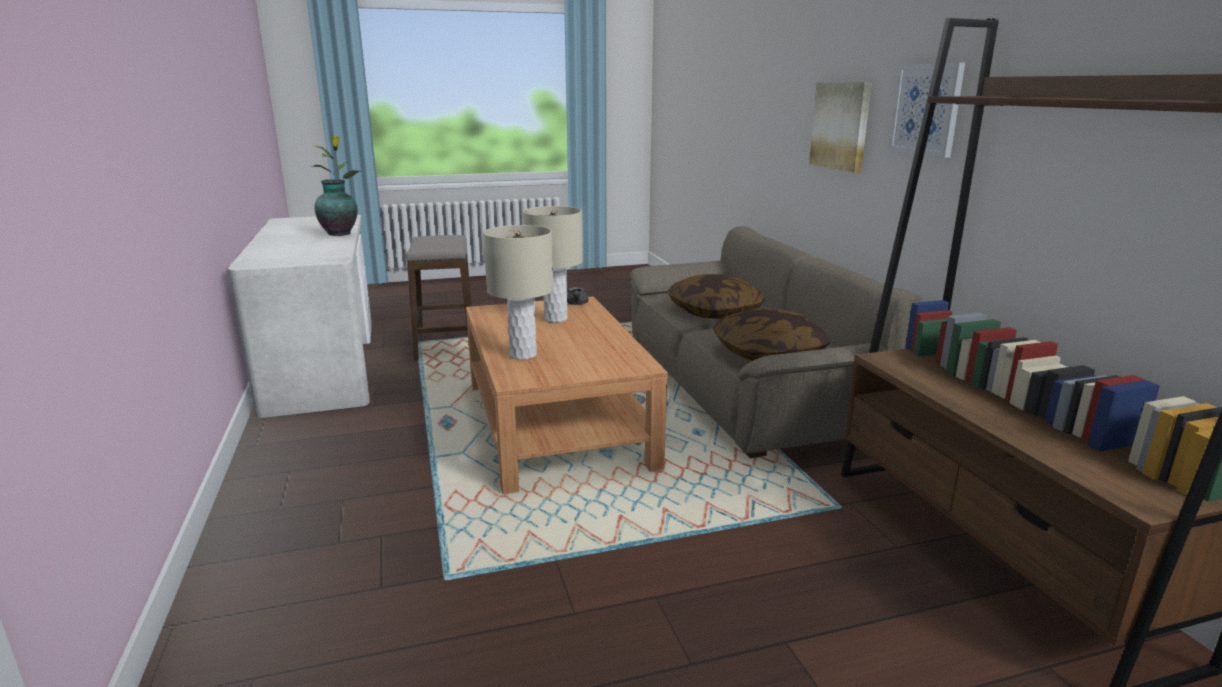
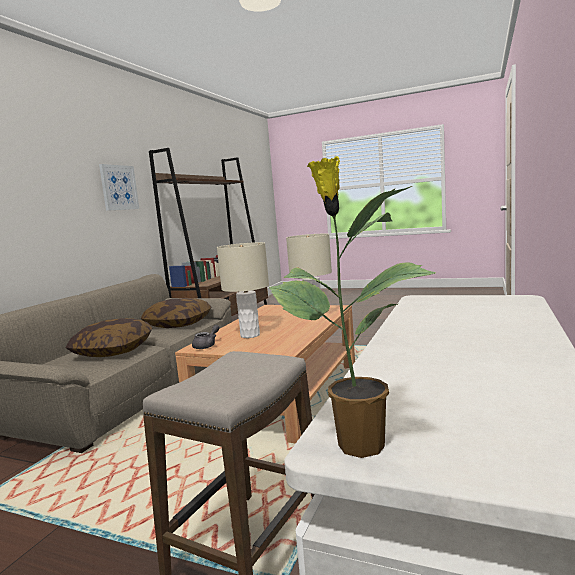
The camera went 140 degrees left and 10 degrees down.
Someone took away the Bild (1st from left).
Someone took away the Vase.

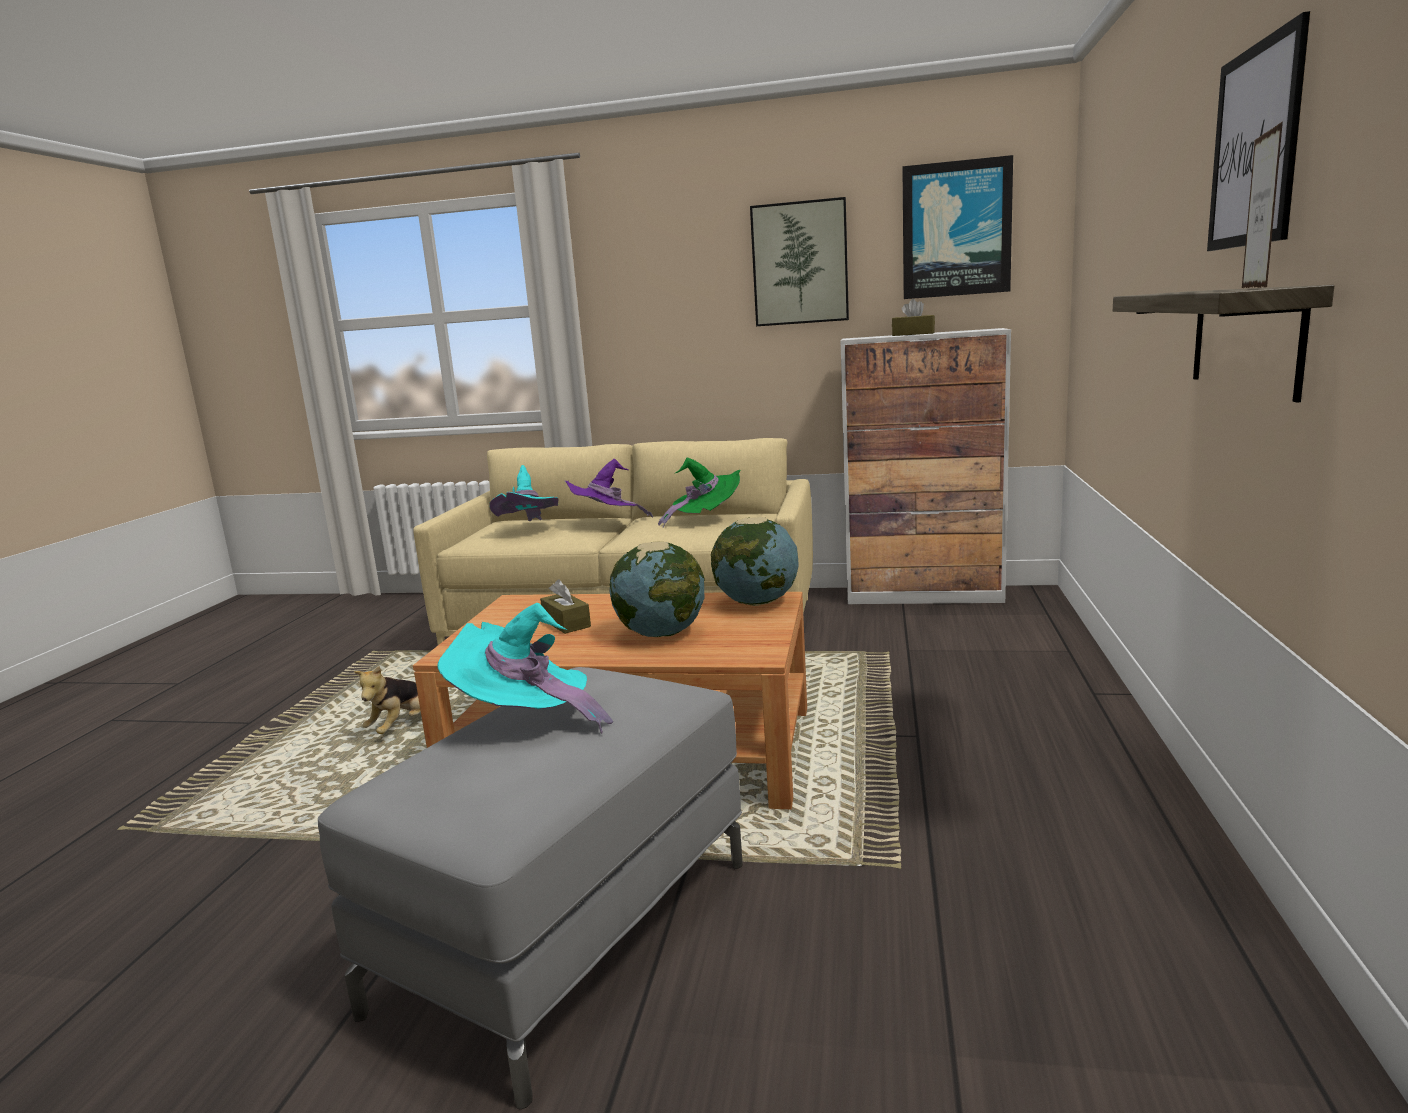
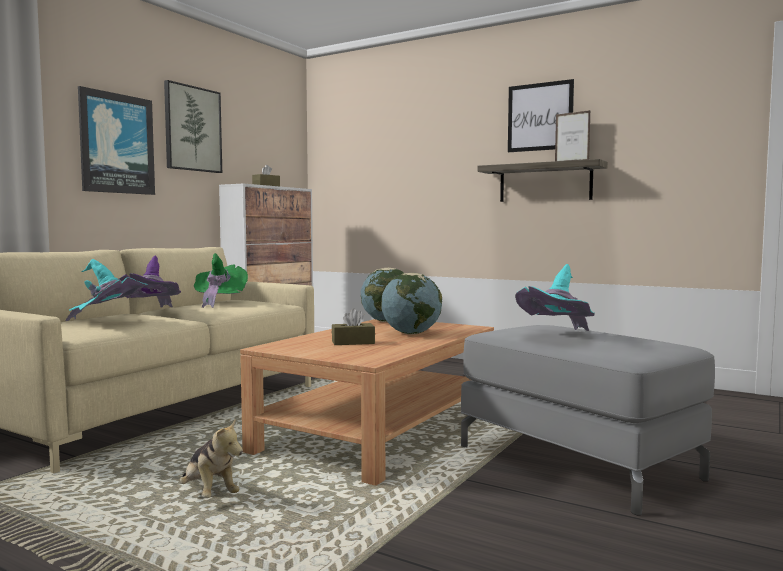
The camera went 70 degrees left and 10 degrees down.
Someone carried the Bild (2nd from left in the first image).

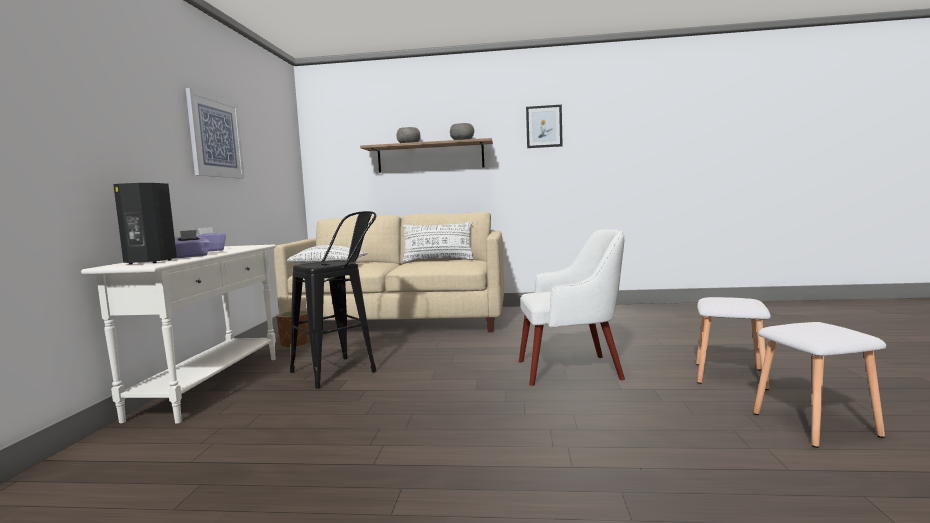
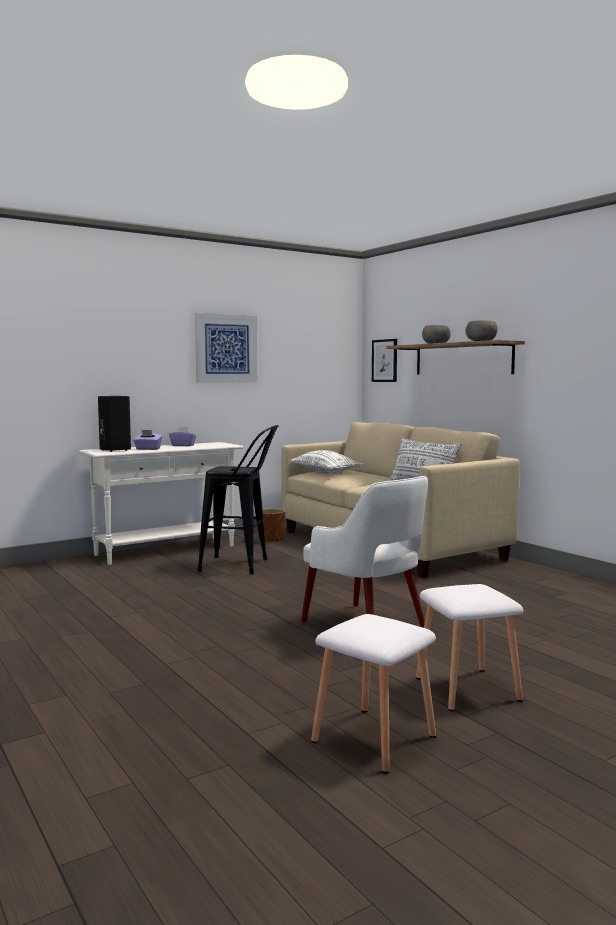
The camera went 50 degrees right and 0 degrees up.
Someone carried the Bild (2nd from left).

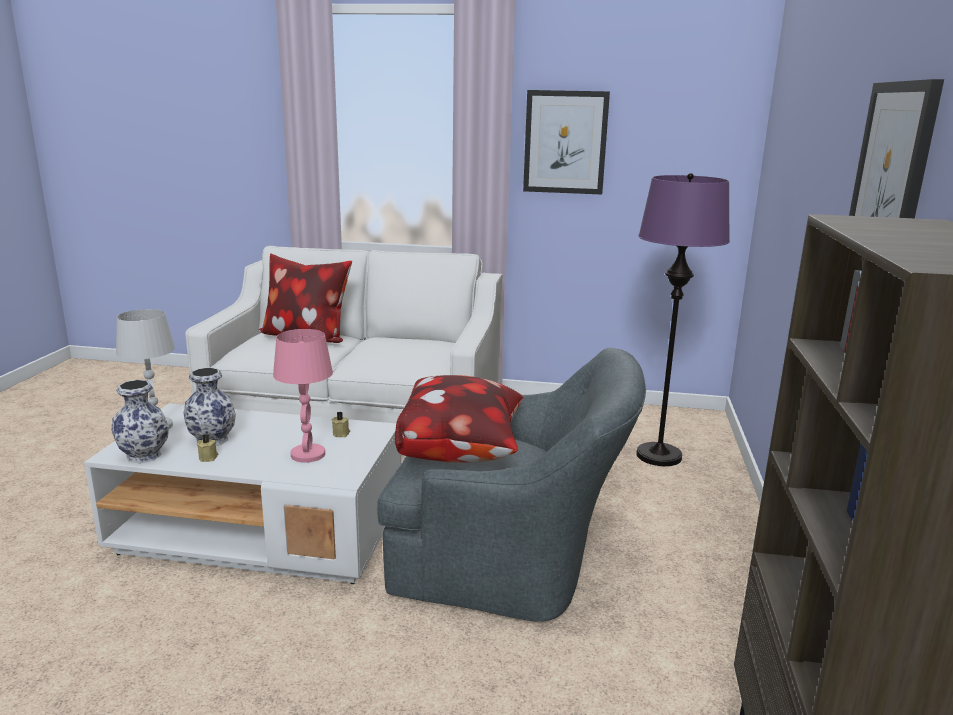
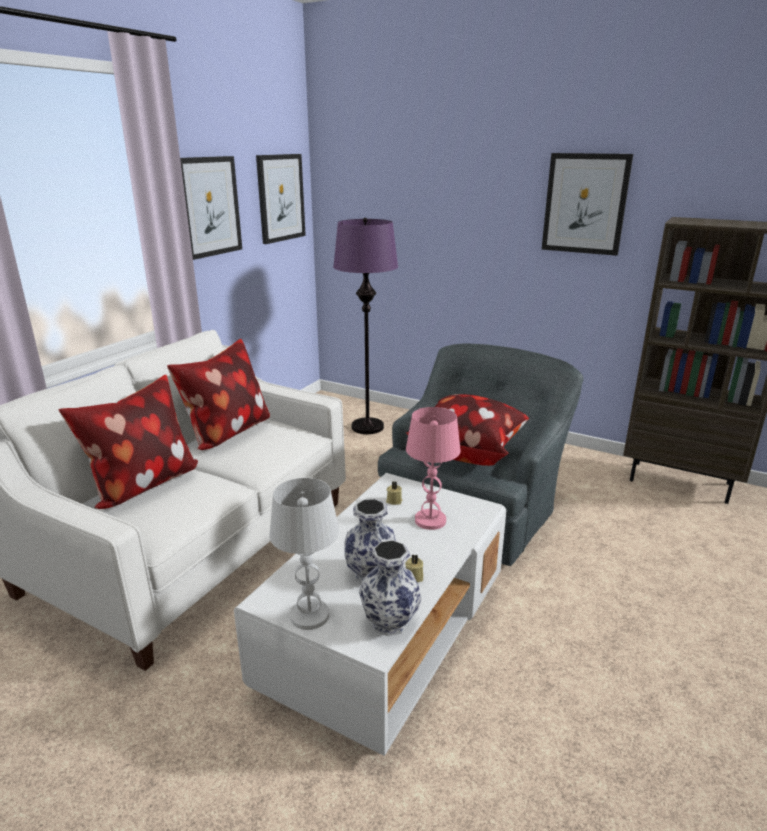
The camera went 70 degrees left and 5 degrees up.
Someone put up the Bild (2nd from left).
Someone put down the Kissen (2nd from left).

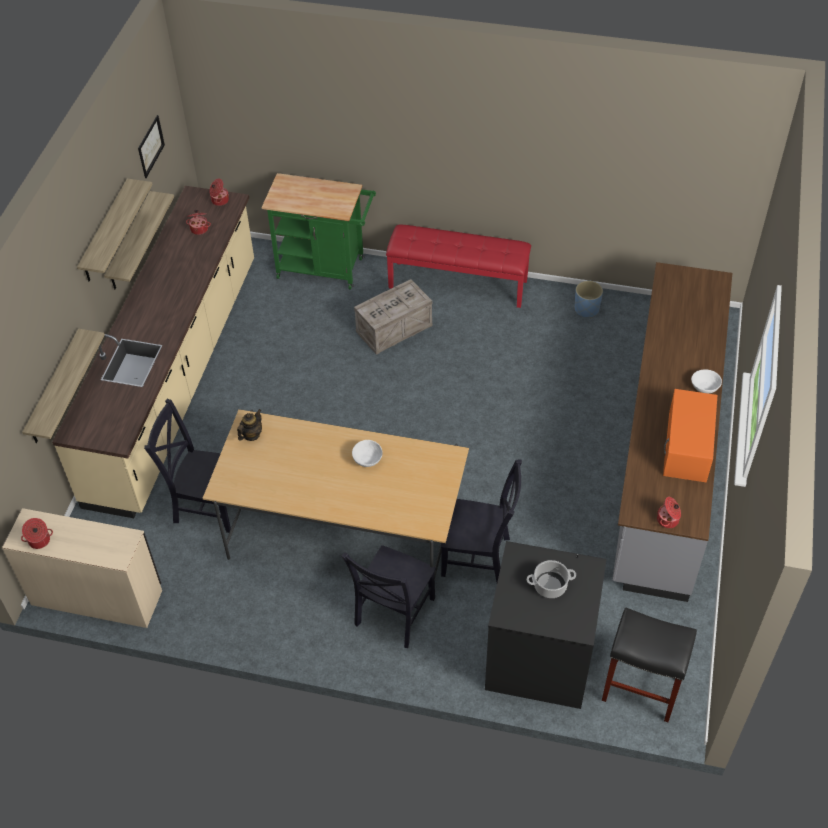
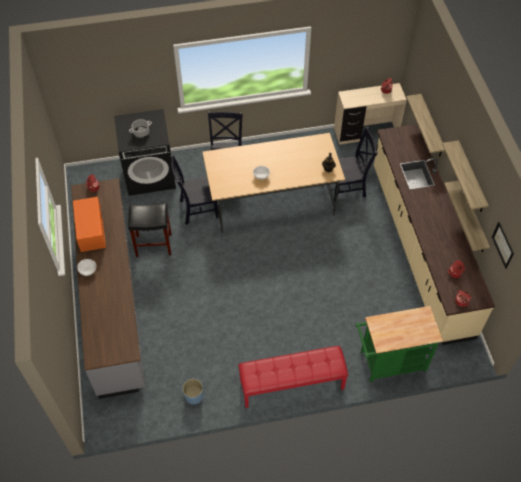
The camera went 155 degrees right and 5 degrees up.
Someone took away the Kiste.
Someone carried the Hocker [schwarz].

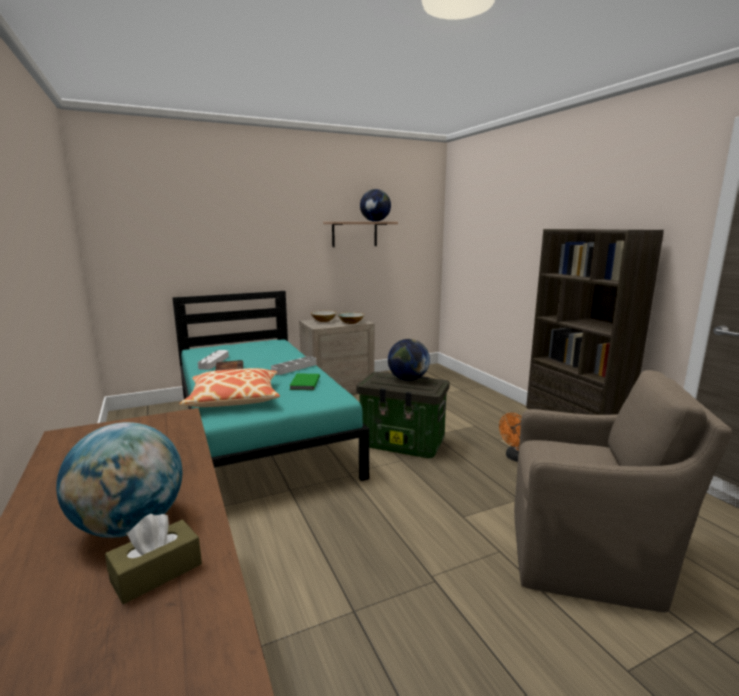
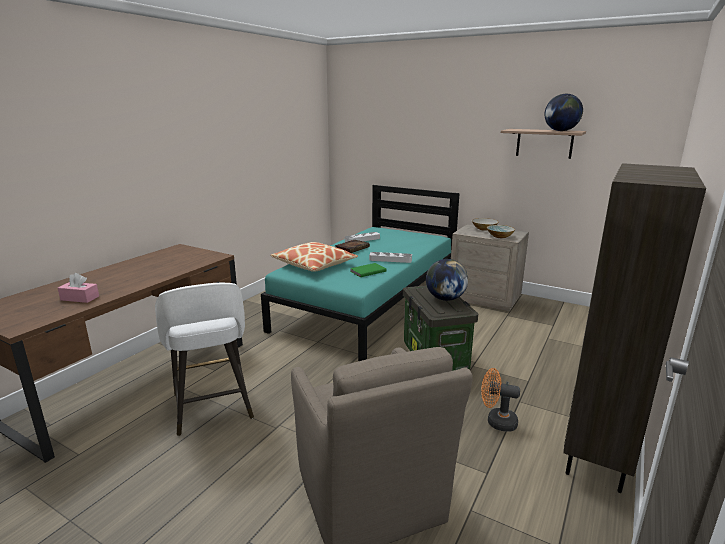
The camera went 55 degrees right and 5 degrees up.
Someone took away the Globus (1st from left).
Someone repainted the Taschentuchbox [braun], which became the Taschentuchbox [rosa].
Someone put down the Hocker [weiß].

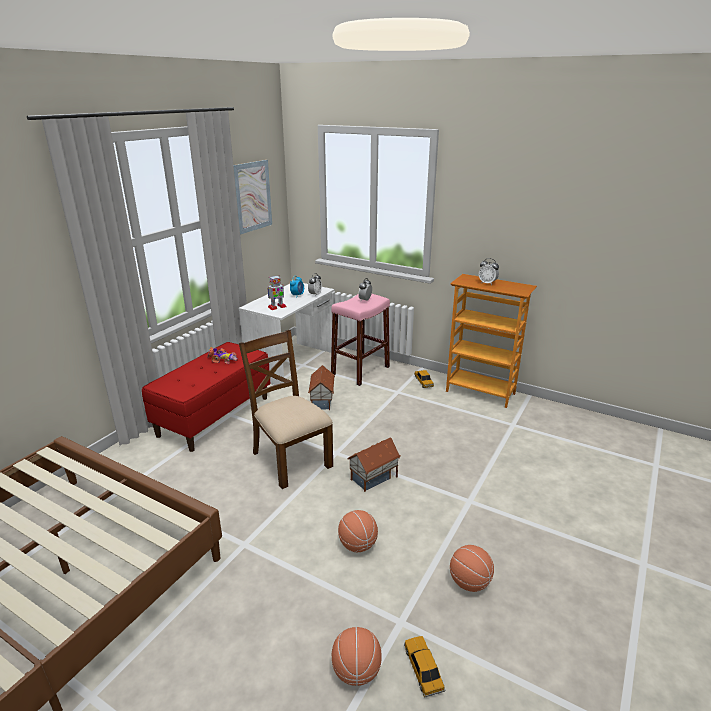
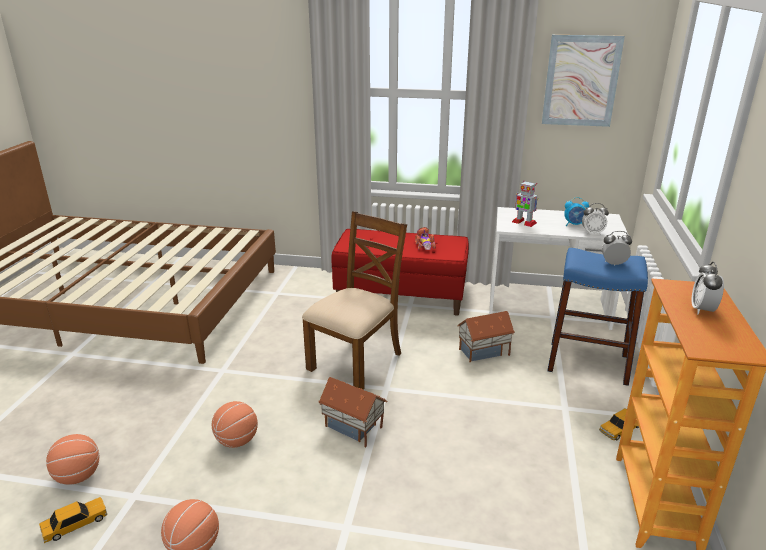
The camera went 70 degrees right and 0 degrees up.
Someone repainted the Hocker [rosa], which became the Hocker [blau].

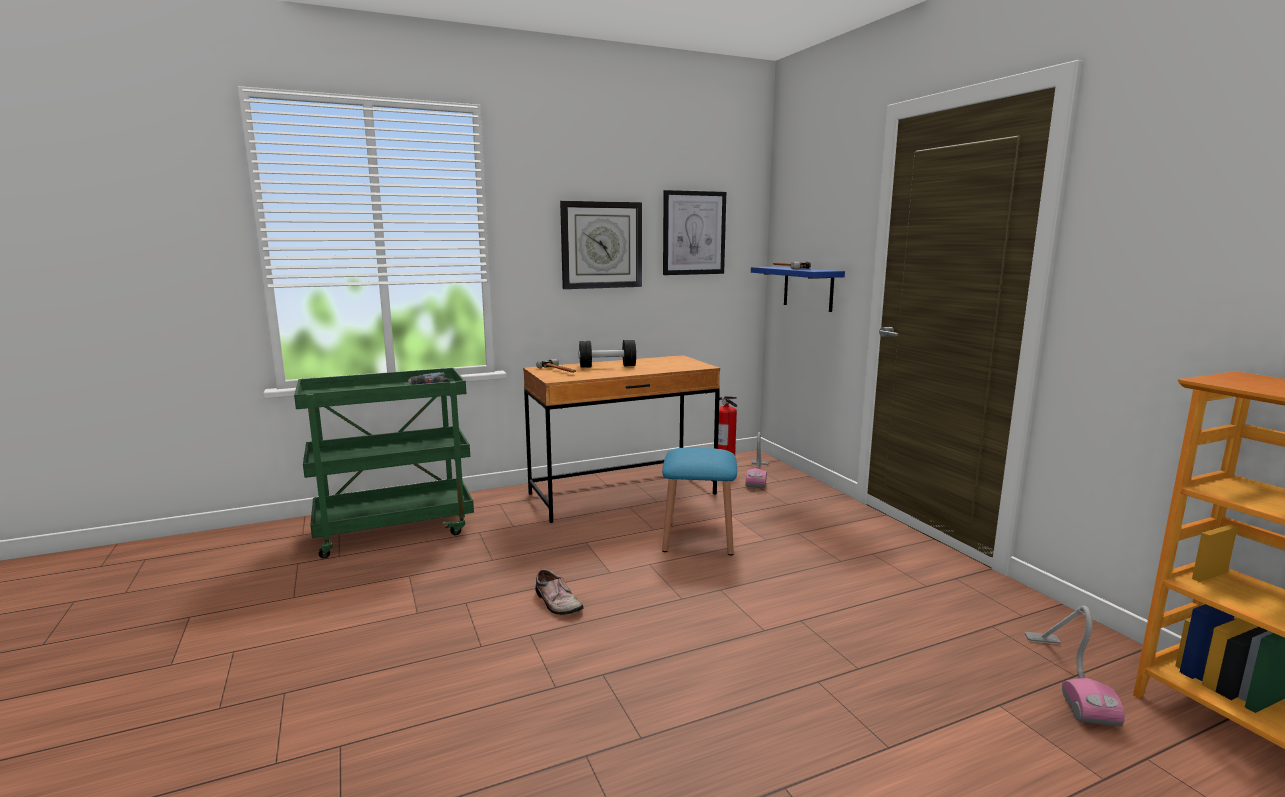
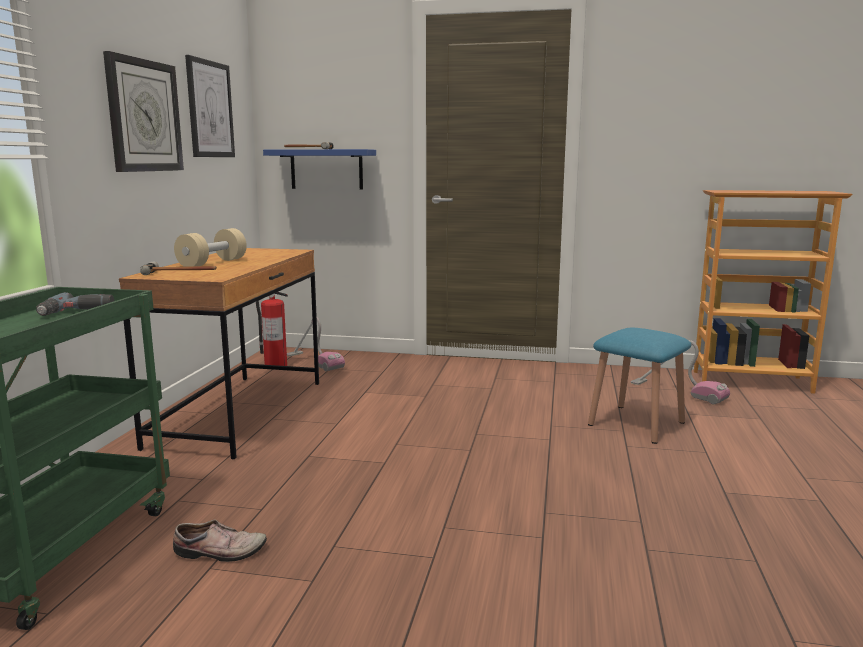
The camera went 55 degrees left and 0 degrees up.
Someone repainted the Hantel [schwarz], which became the Hantel [beige].
Someone carried the Hocker [blau].
Someone carried the Schuh.

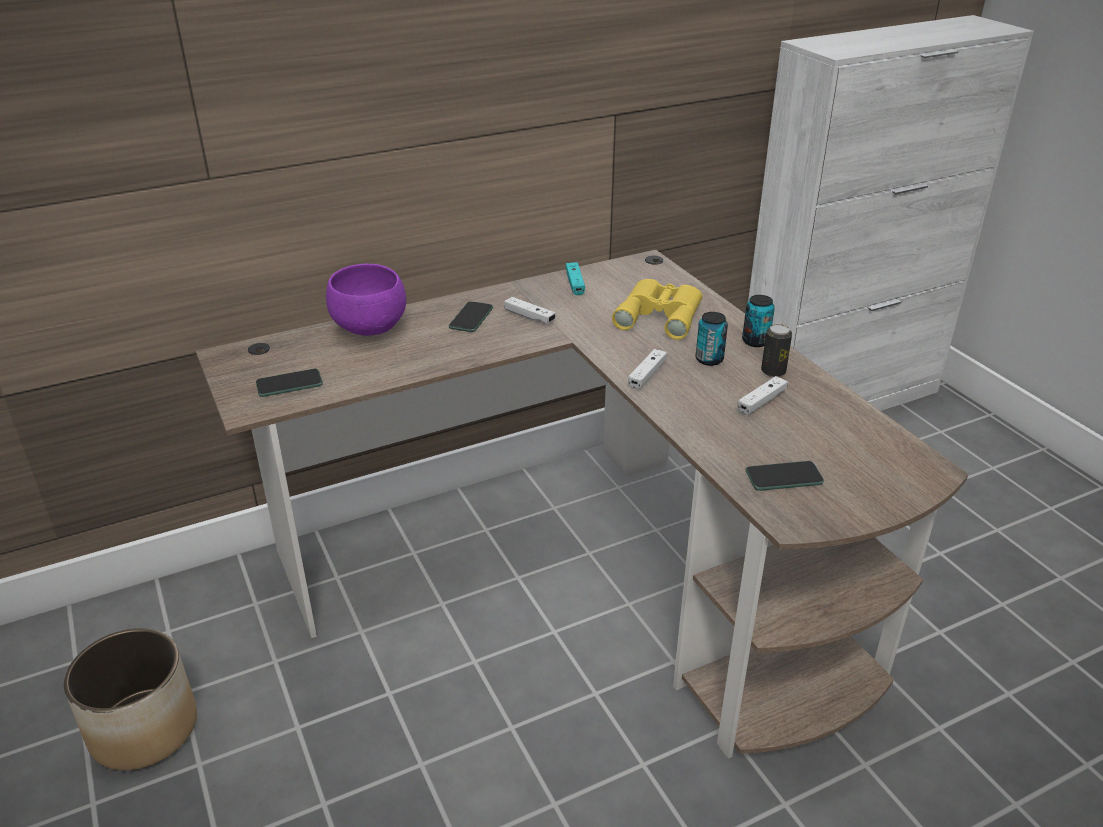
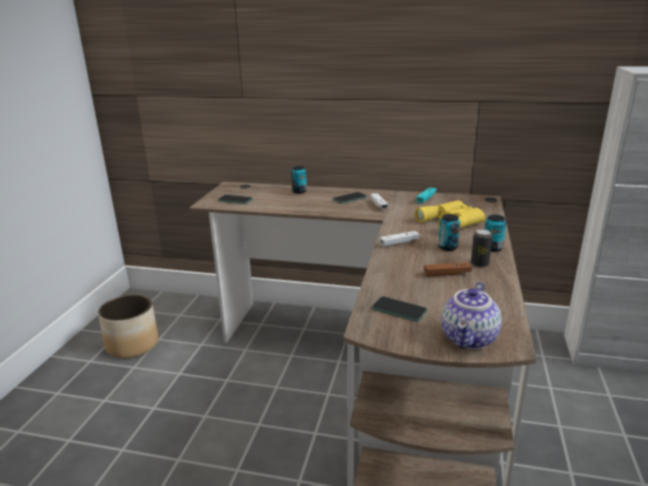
The camera went 40 degrees right and 10 degrees down.
Someone swapped the Schüssel [lila] for the Dose (1st from left).
Someone repainted the Gamepad [weiß] (3rd from left), which became the Gamepad [braun].
Someone put down the Teekanne.

